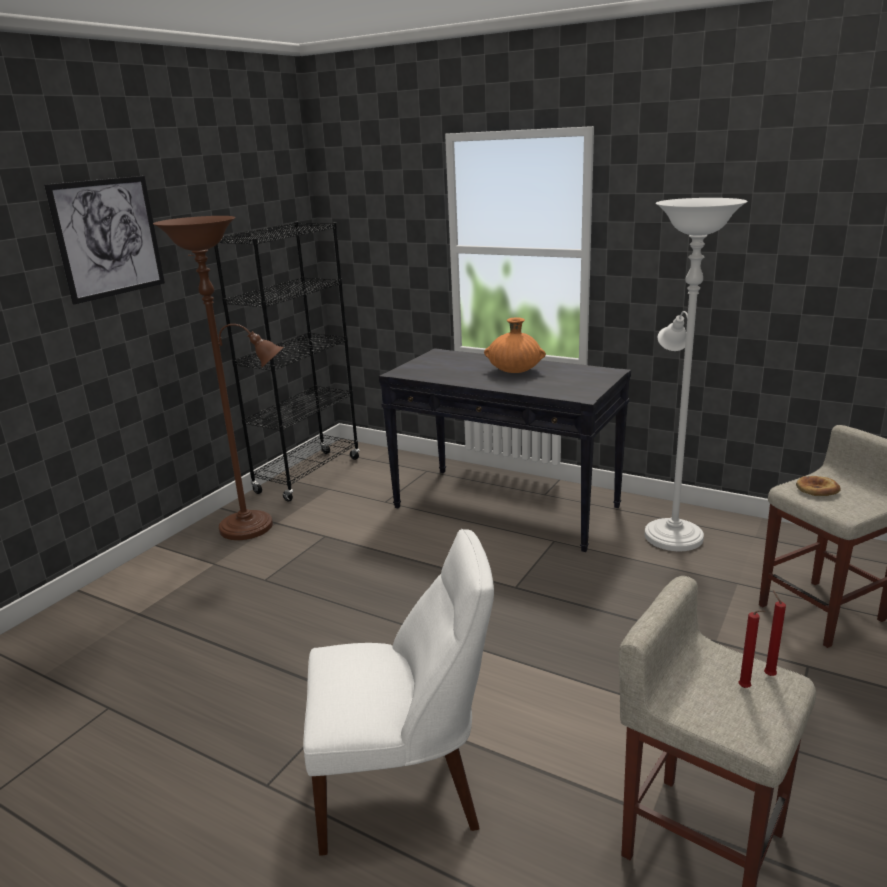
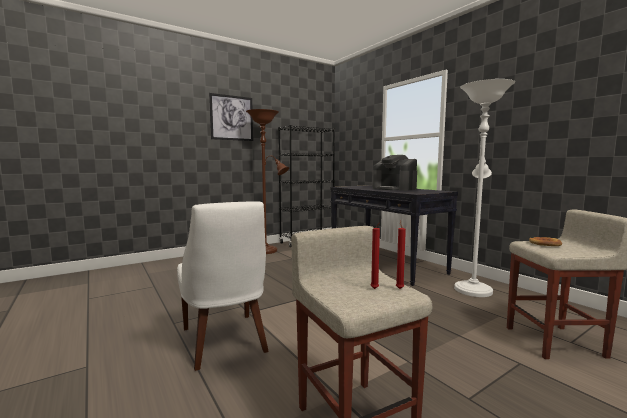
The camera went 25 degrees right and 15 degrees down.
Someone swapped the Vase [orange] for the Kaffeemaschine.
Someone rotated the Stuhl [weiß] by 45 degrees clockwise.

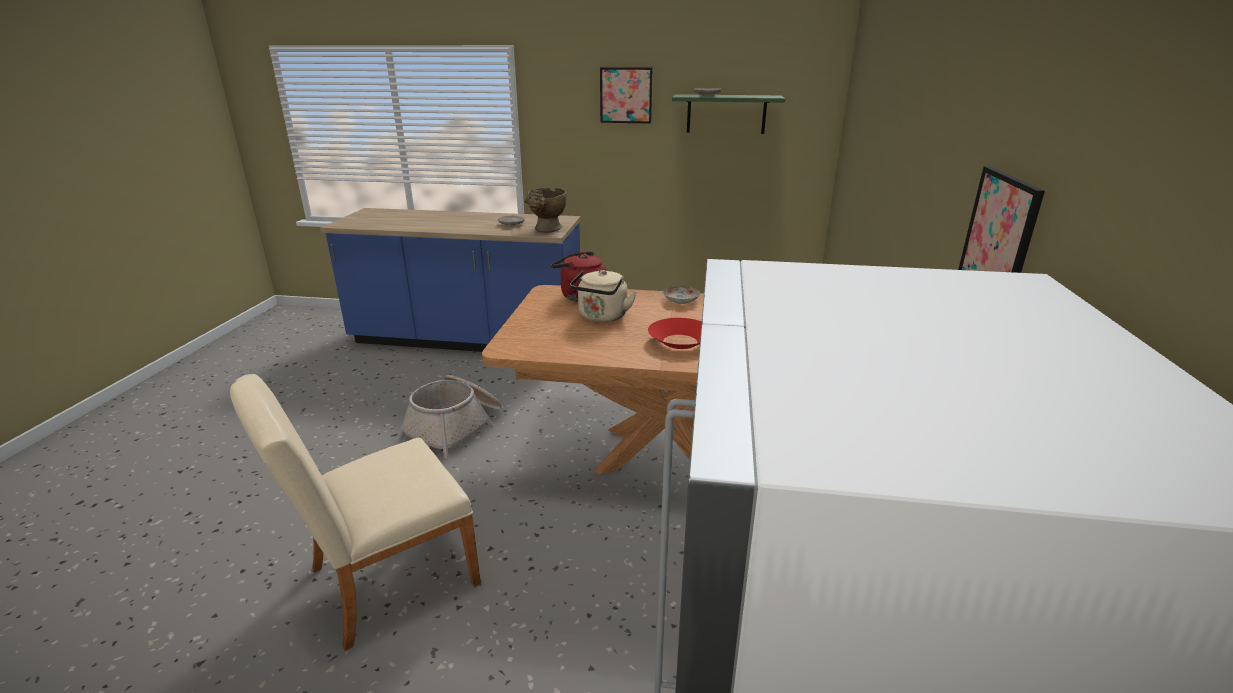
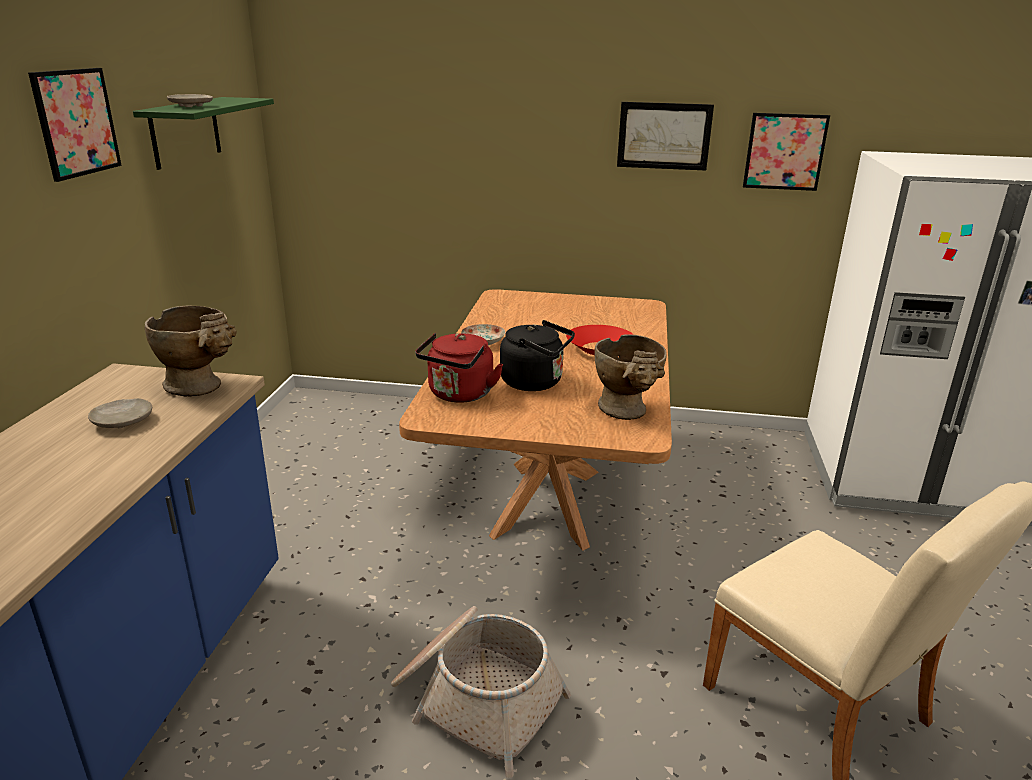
The camera went 90 degrees left and 0 degrees up.
Someone repainted the Wasserkessel [beige], which became the Wasserkessel [schwarz].
Someone put up the Bild (2nd from left).
Someone put down the Vase [beige] (2nd from left).

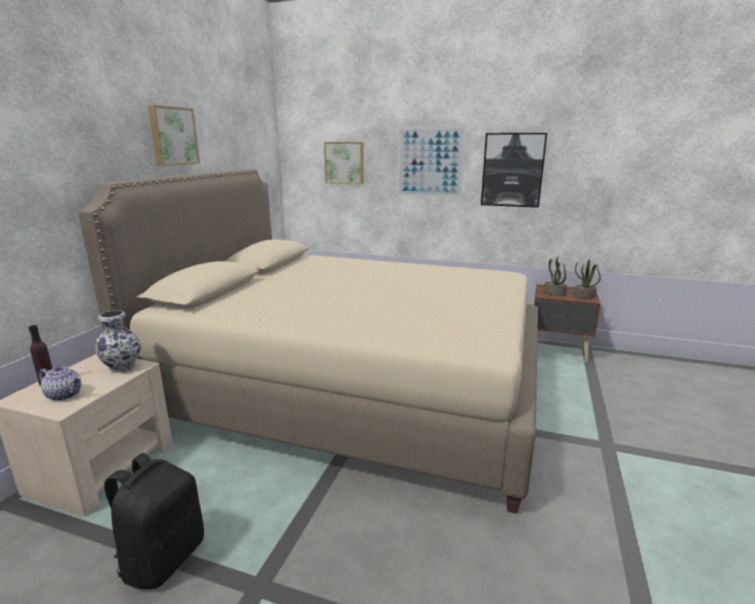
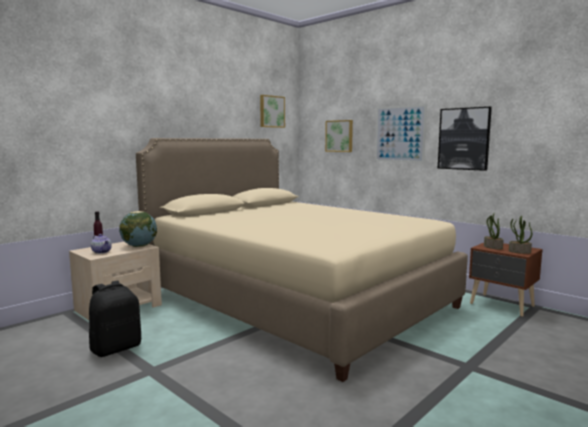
The camera went 25 degrees right and 10 degrees down.
Someone carried the Bild (1st from left).
Someone swapped the Vase for the Globus.

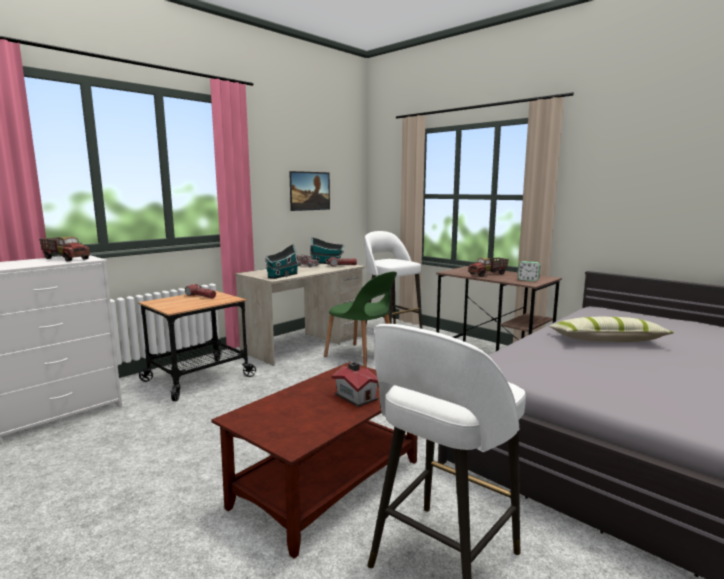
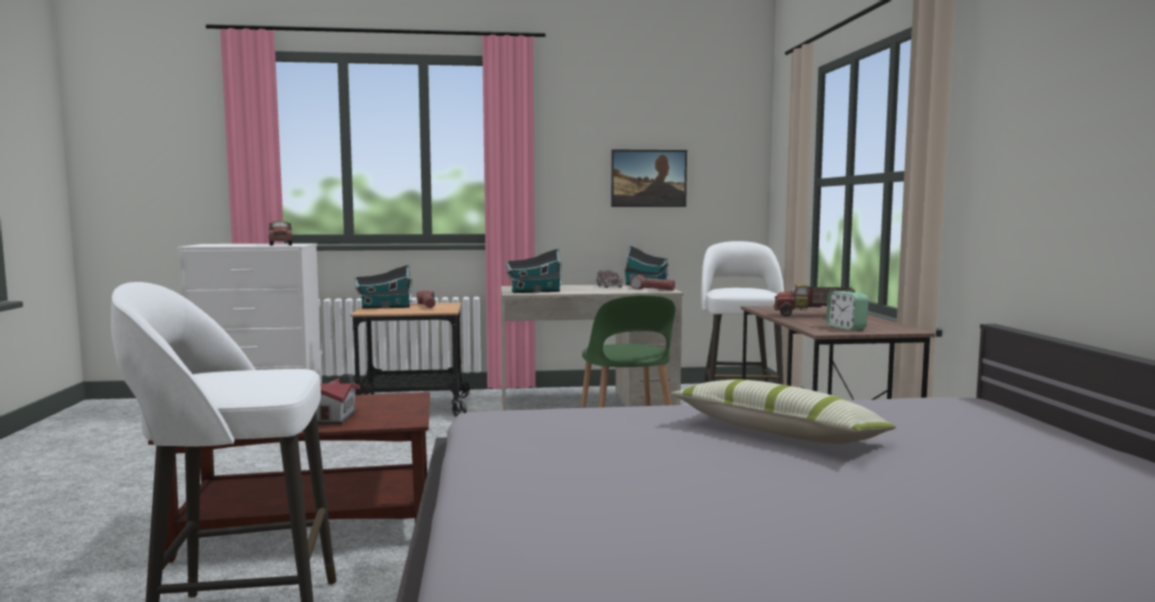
The camera went 40 degrees right and 5 degrees down.
Someone put down the Spielzeughaus (2nd from left).

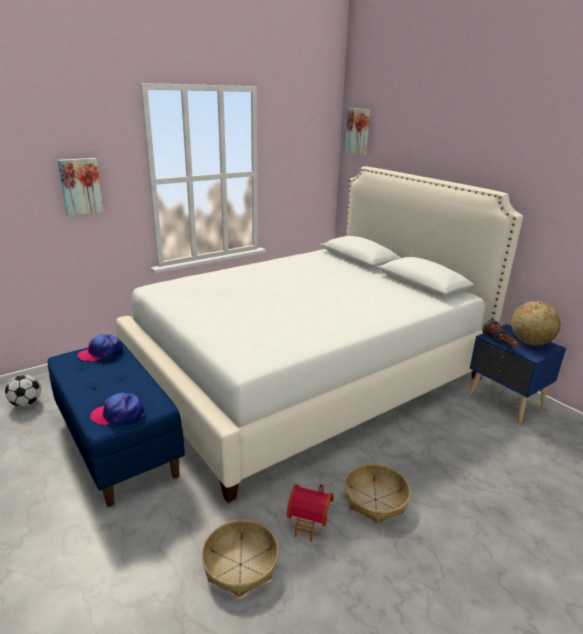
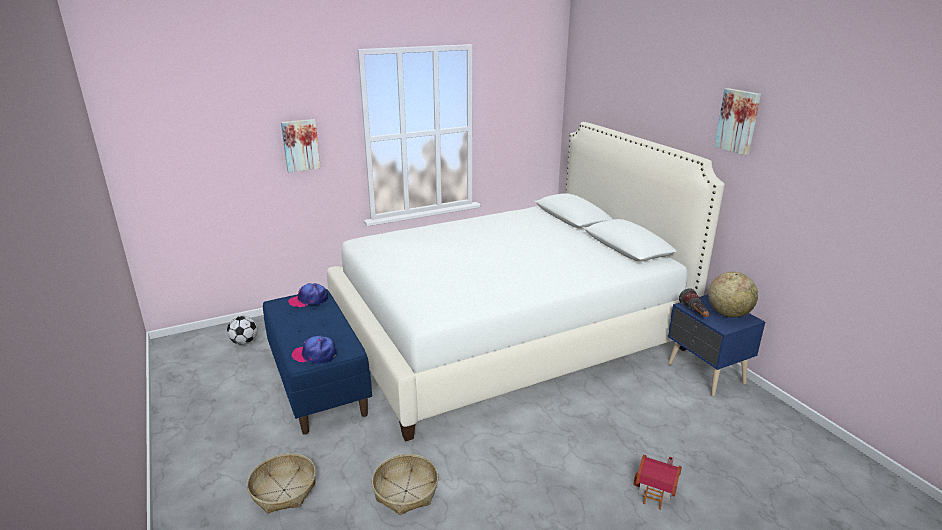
The camera went 10 degrees right and 0 degrees up.
Someone carried the Bild (2nd from left).
Someone carried the Korb (2nd from left in the first image).
Someone carried the Spielzeughaus.

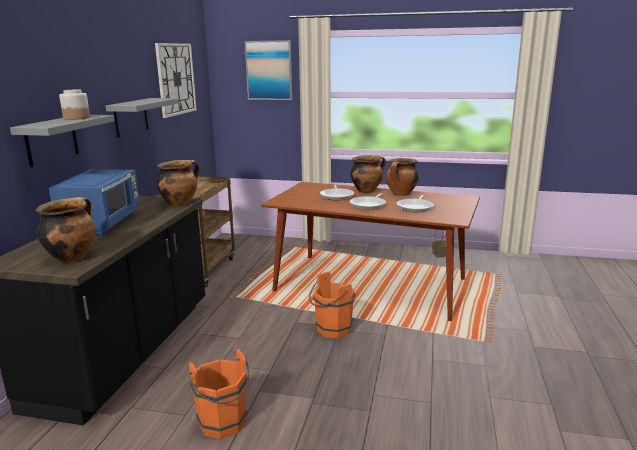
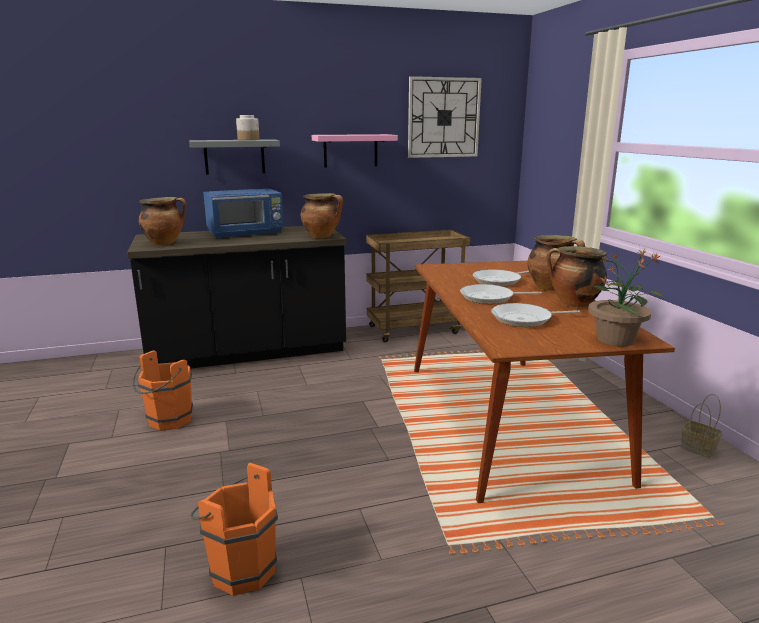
The camera went 60 degrees right and 0 degrees up.
Someone took away the Bild.
Someone repainted the Wandregal [grau] (2nd from left), which became the Wandregal [rosa].
Someone carried the Eimer [orange] (2nd from left).
Someone put down the Topfpflanze.

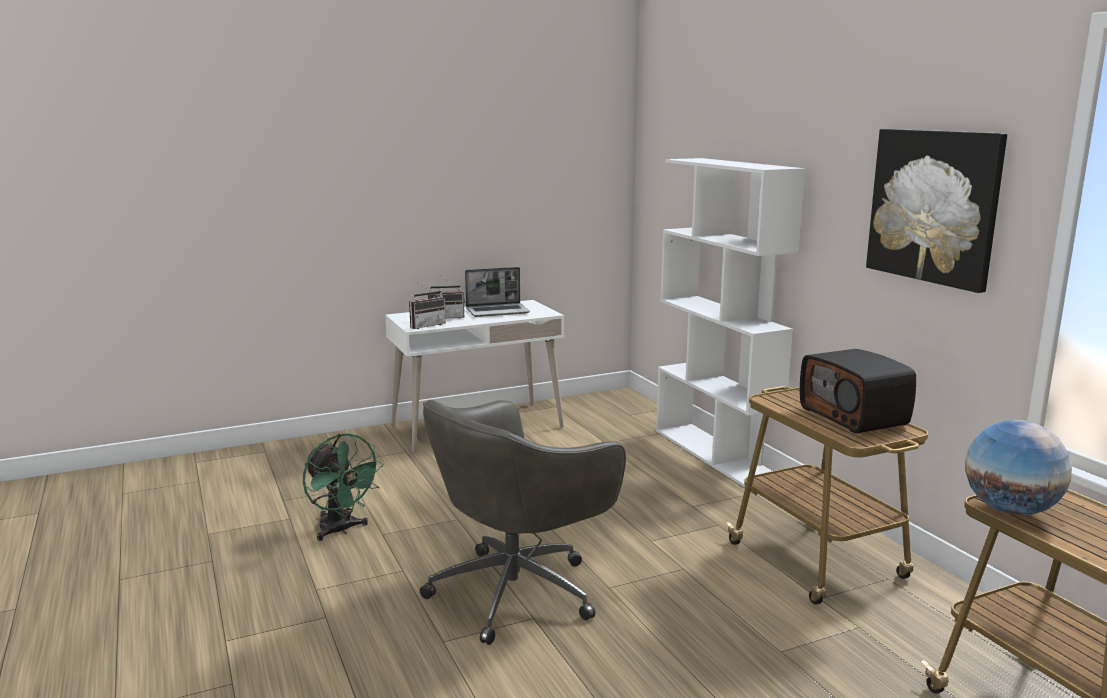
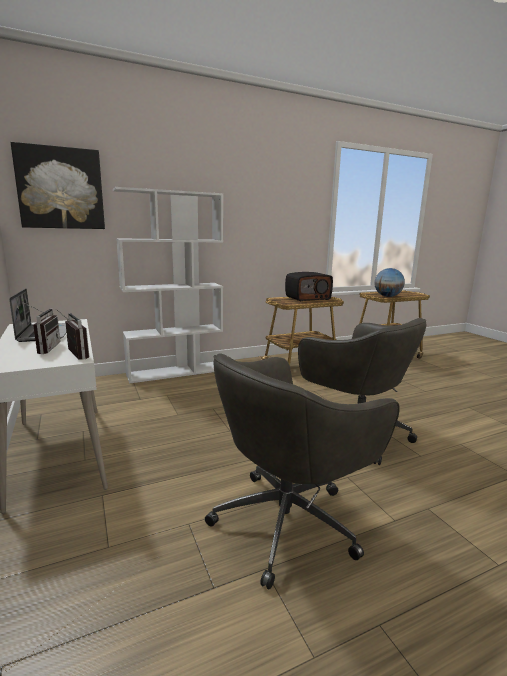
The camera went 90 degrees left and 0 degrees up.
Someone carried the Bild.
Someone swapped the Ventilator [grün] for the Bürostuhl [grau] (1st from left).

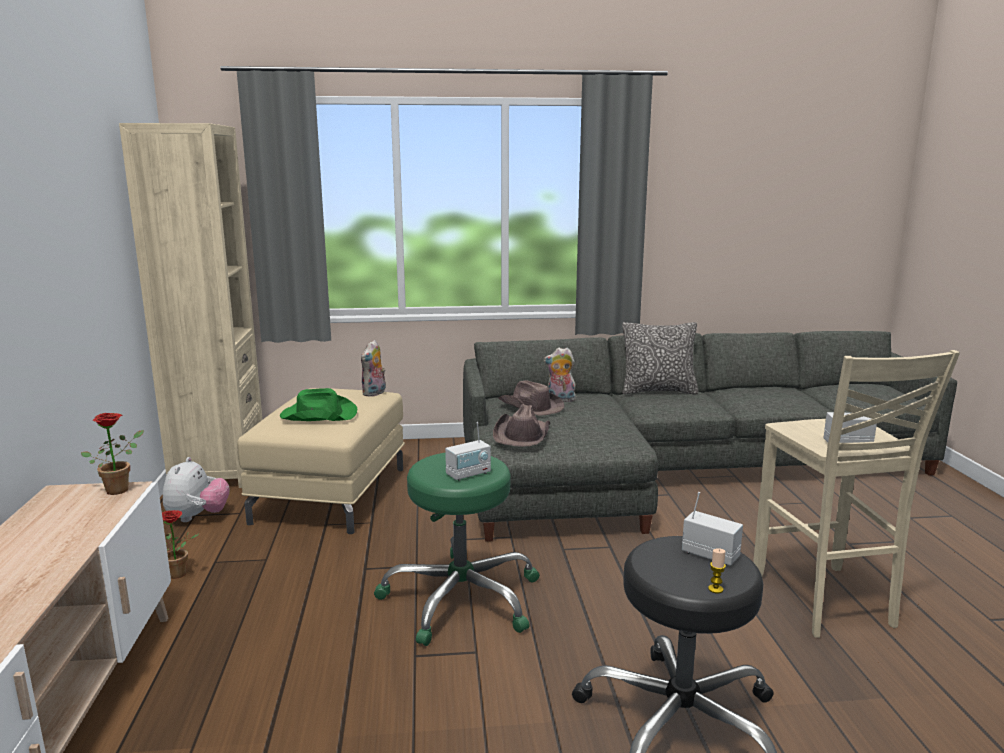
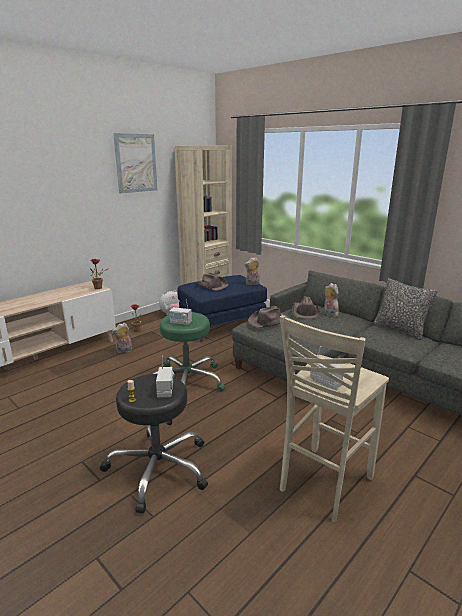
The camera went 50 degrees right and 5 degrees up.
Someone repainted the Polsterhocker [beige], which became the Polsterhocker [blau].
Someone repainted the Hut [grün], which became the Hut [braun] (1st from left).
Someone put up the Bild.
Someone put down the Plüschtier (1st from left).

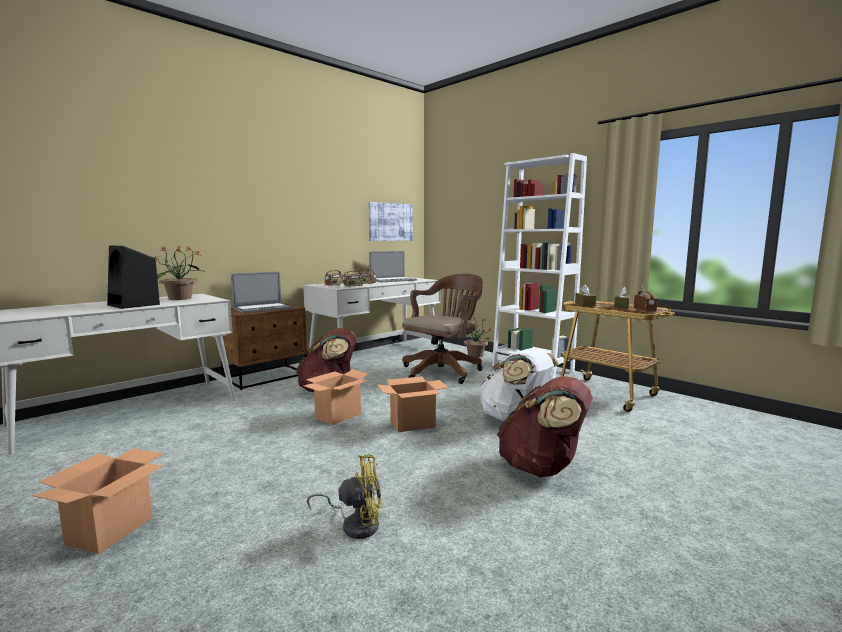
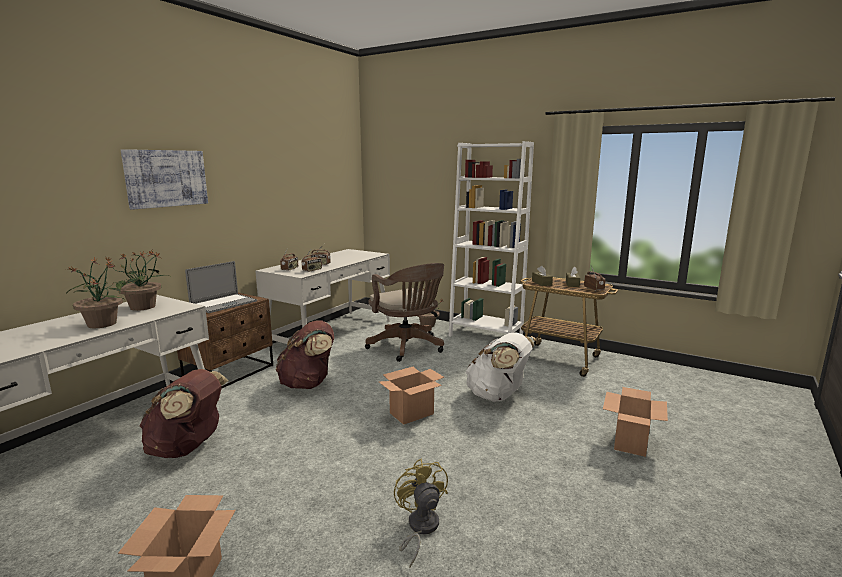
The camera went 15 degrees left and 5 degrees up.
Someone carried the Bild.
Someone swapped the Lautsprecher [schwarz] for the Topfpflanze (1st from left).
Someone took away the Laptop (2nd from left).
Someone rotated the Bürostuhl [braun] by 120 degrees clockwise.
Someone carried the Karton (2nd from left in the first image).
Someone carried the Rucksack [braun] (2nd from left in the first image).
Someone rotated the Ventilator [gelb] by 90 degrees counterclockwise.

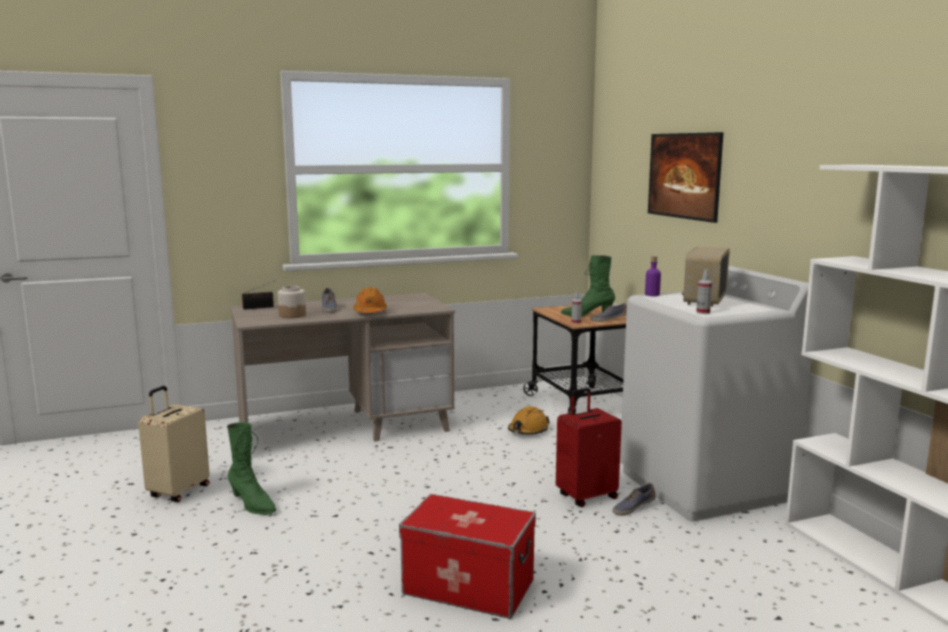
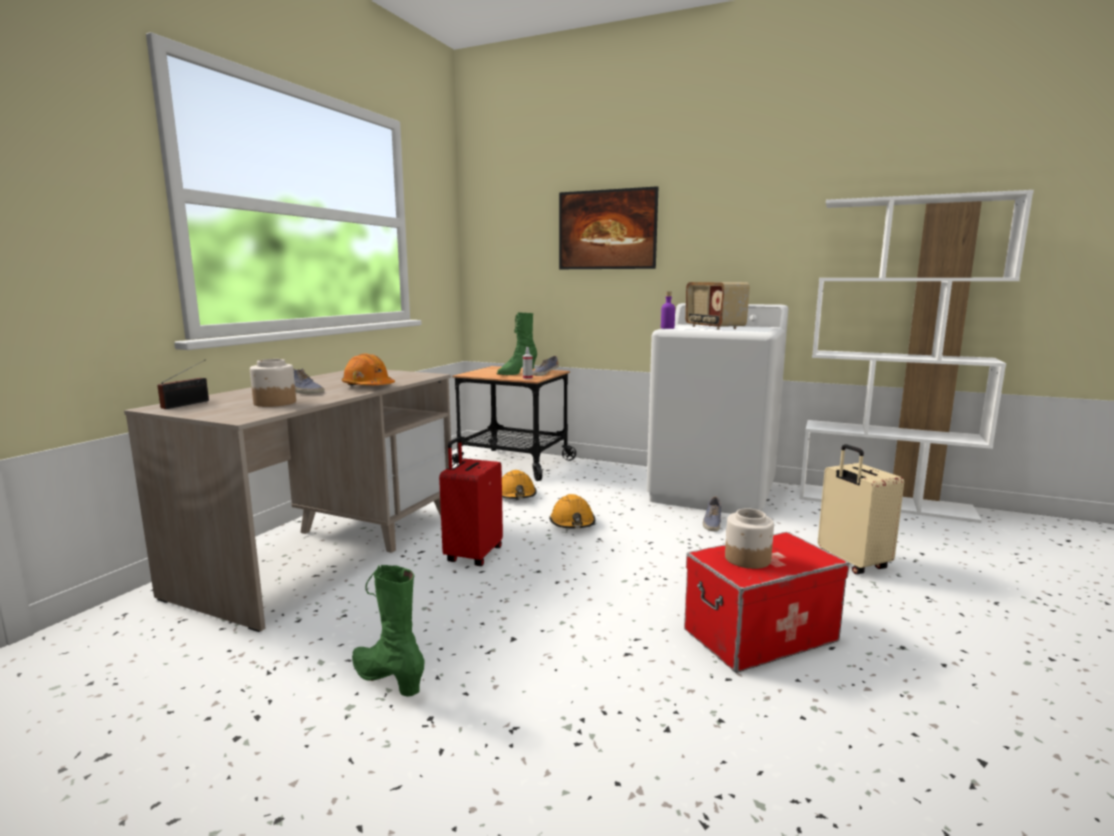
The camera went 45 degrees left and 0 degrees up.
Someone took away the Sprühflasche (2nd from left).
Someone carried the Koffer [beige].
Someone carried the Koffer [rot].
Someone rotated the Stiefel [grün] (1st from left) by 135 degrees counterclockwise.
Someone put down the Schutzhelm [orange] (3rd from left).
Someone put down the Vorratsglas (2nd from left).

